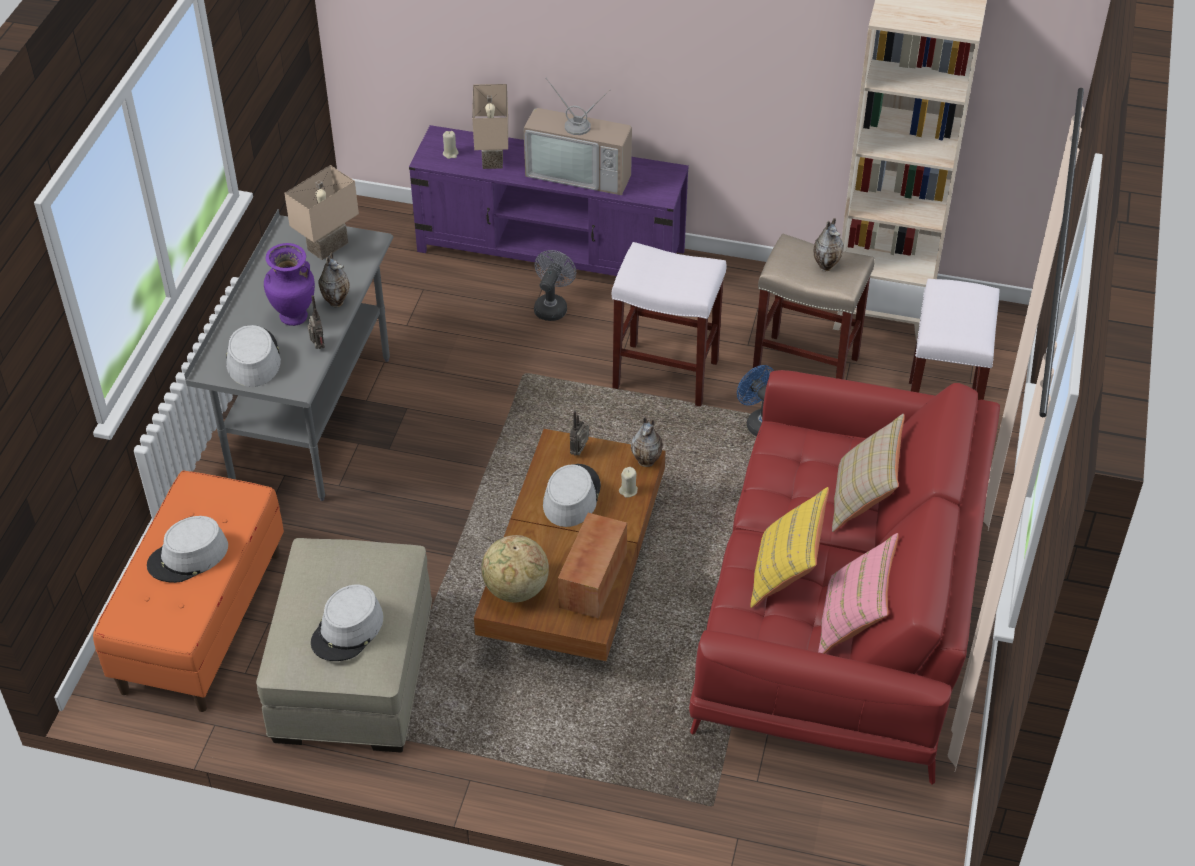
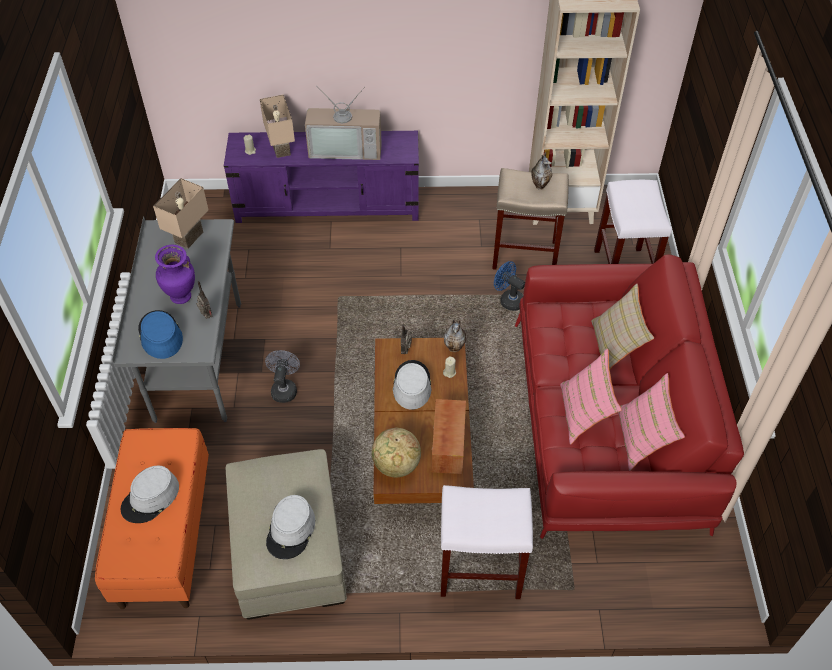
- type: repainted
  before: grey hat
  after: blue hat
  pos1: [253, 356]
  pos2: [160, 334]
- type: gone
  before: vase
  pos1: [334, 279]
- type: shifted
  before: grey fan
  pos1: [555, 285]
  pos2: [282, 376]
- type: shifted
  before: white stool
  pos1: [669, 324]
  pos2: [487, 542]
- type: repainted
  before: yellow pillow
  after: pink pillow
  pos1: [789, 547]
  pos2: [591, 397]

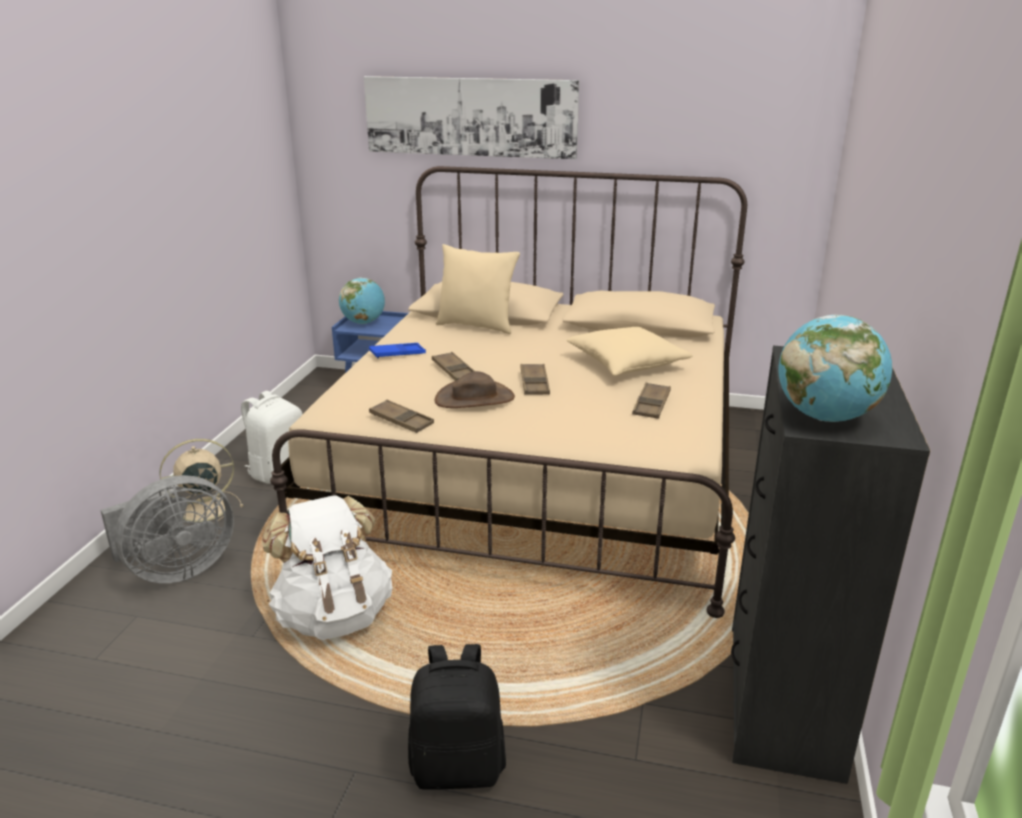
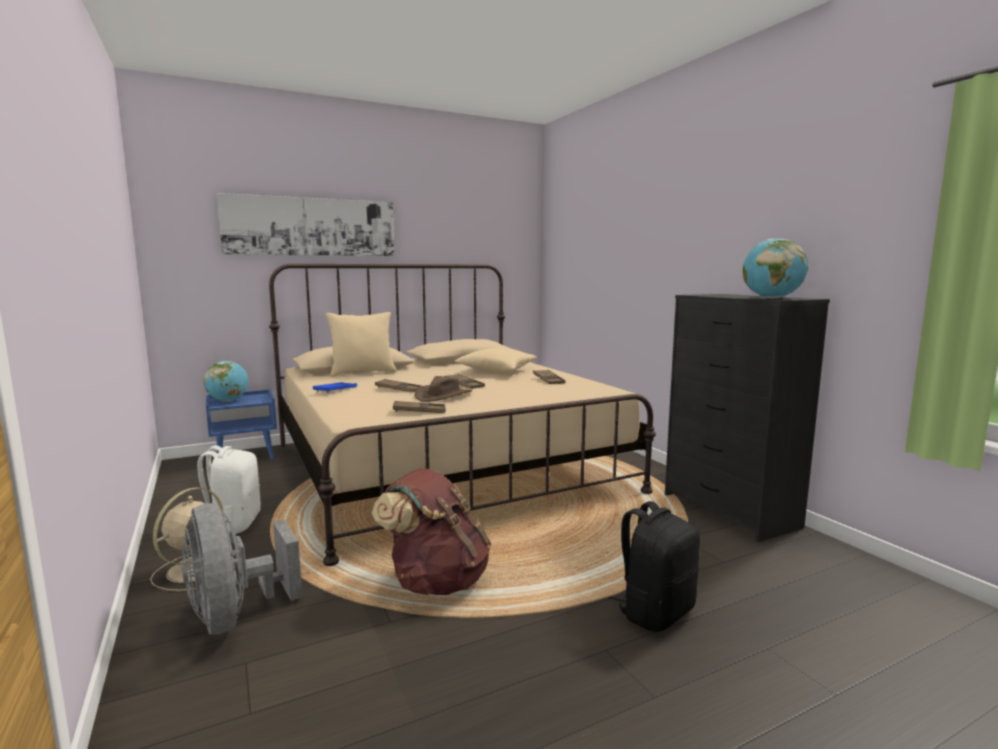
- type: rotated
  before: grey fan
  pos1: [167, 529]
  pos2: [241, 569]
  turn: 135
- type: repainted
  before: white backpack
  after: brown backpack
  pos1: [327, 567]
  pos2: [431, 531]

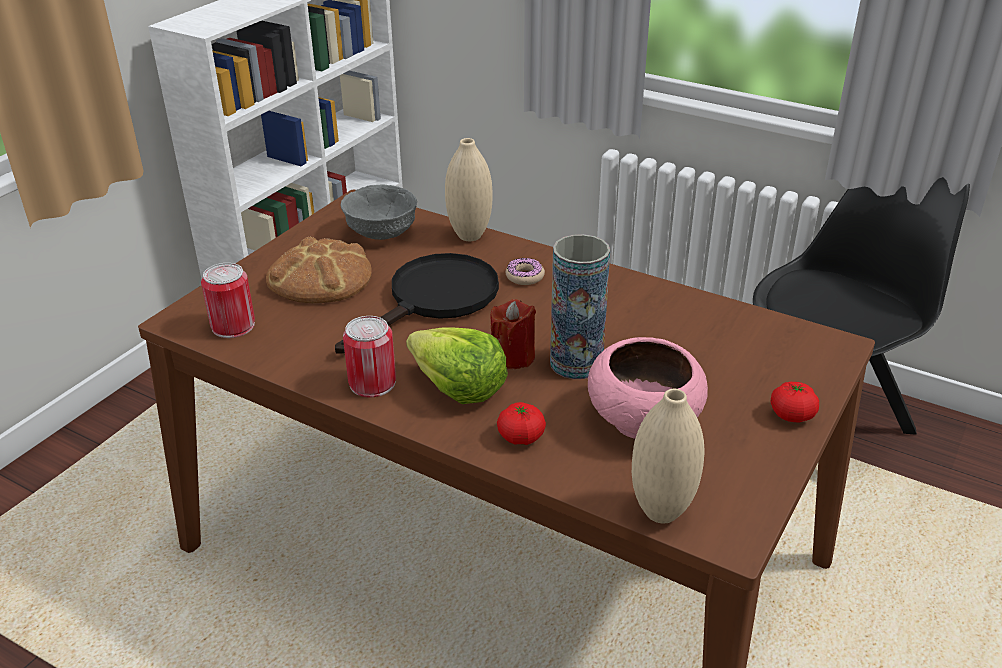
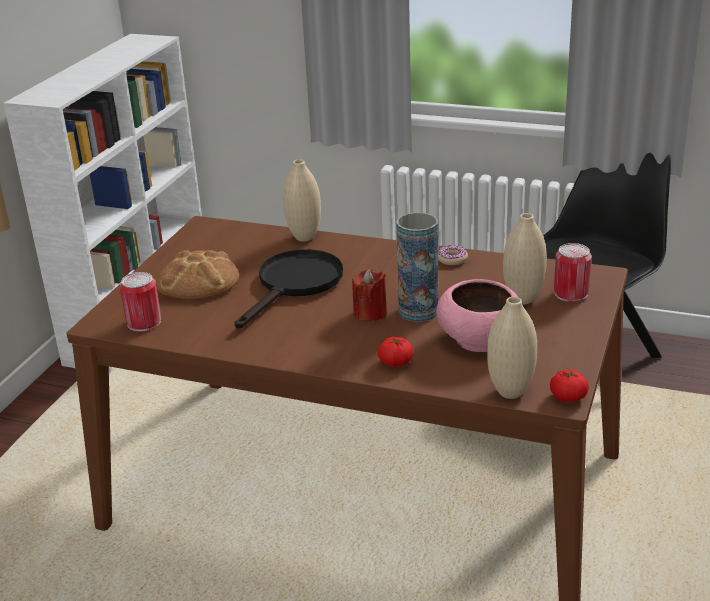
- type: gone
  before: grey bowl
  pos1: [378, 212]
- type: shifted
  before: can
  pos1: [369, 357]
  pos2: [573, 272]
- type: gone
  before: lettuce
  pos1: [457, 366]
- type: shifted
  before: donut
  pos1: [525, 271]
  pos2: [453, 255]
- type: shifted
  before: tomato
  pos1: [795, 402]
  pos2: [569, 386]
- type: new
  after: beige vase
  pos2: [525, 258]

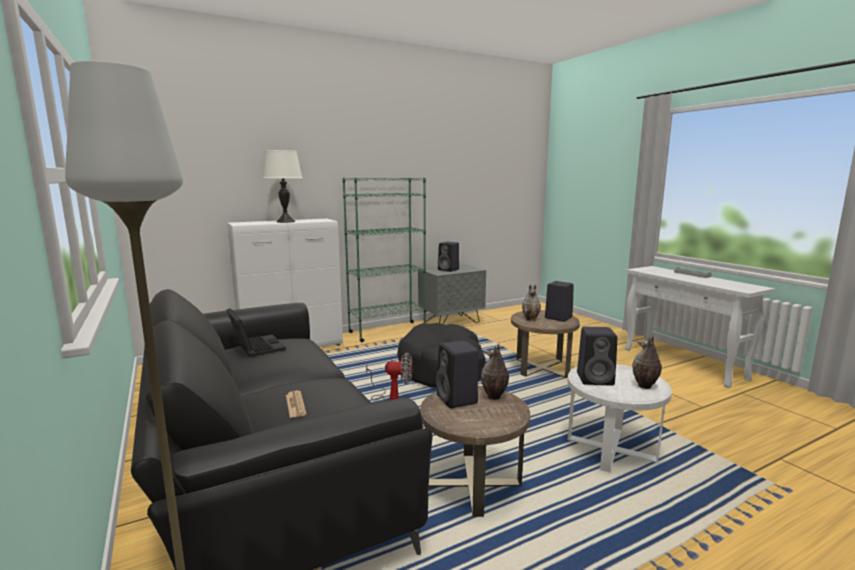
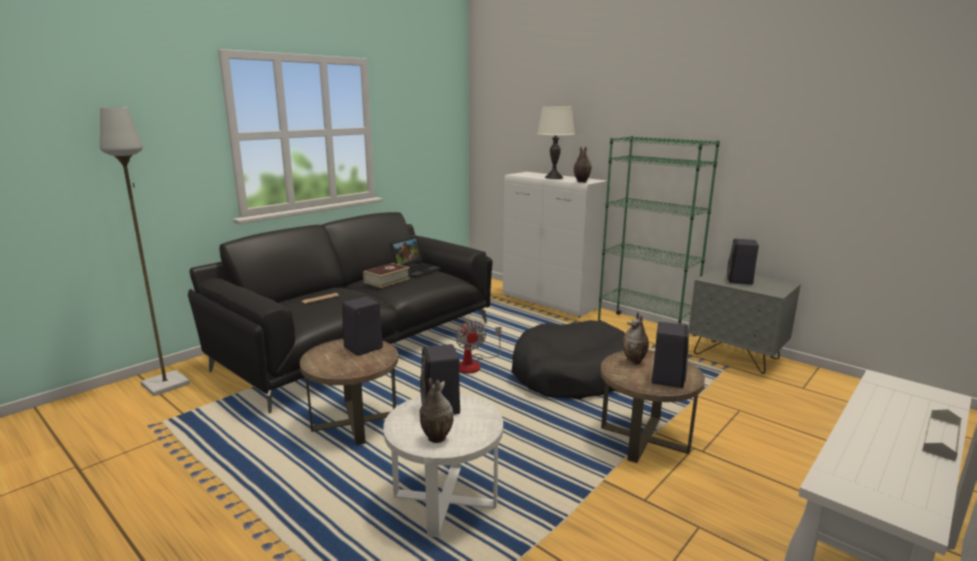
- type: shifted
  before: vase
  pos1: [495, 372]
  pos2: [583, 164]
- type: new
  after: book
  pos2: [386, 275]

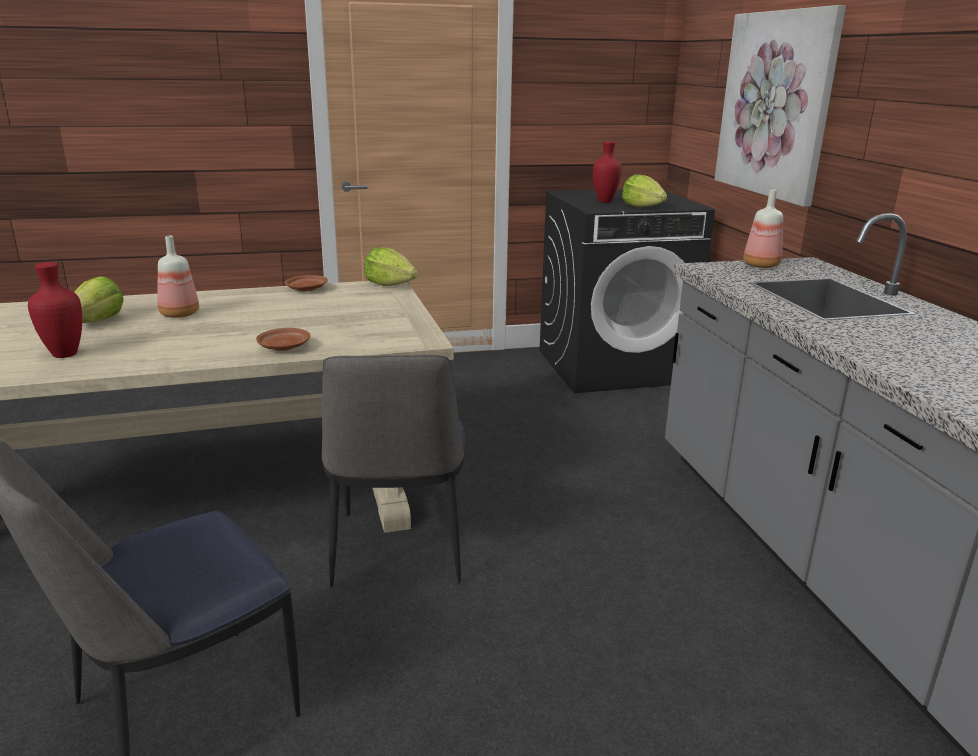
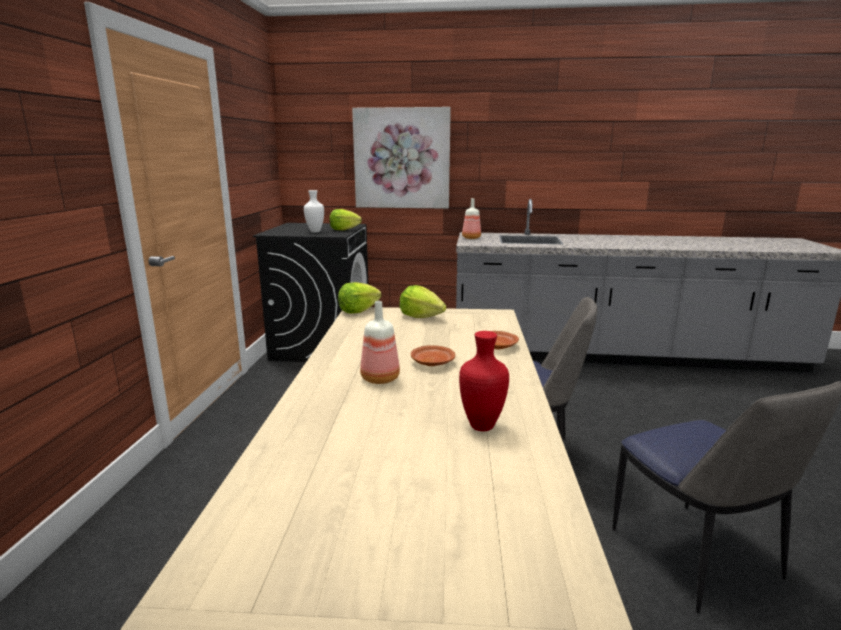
- type: shifted
  before: lettuce
  pos1: [99, 299]
  pos2: [422, 301]
- type: shifted
  before: brown plate
  pos1: [306, 283]
  pos2: [433, 355]
- type: repainted
  before: red vase
  after: white vase
  pos1: [607, 171]
  pos2: [314, 211]

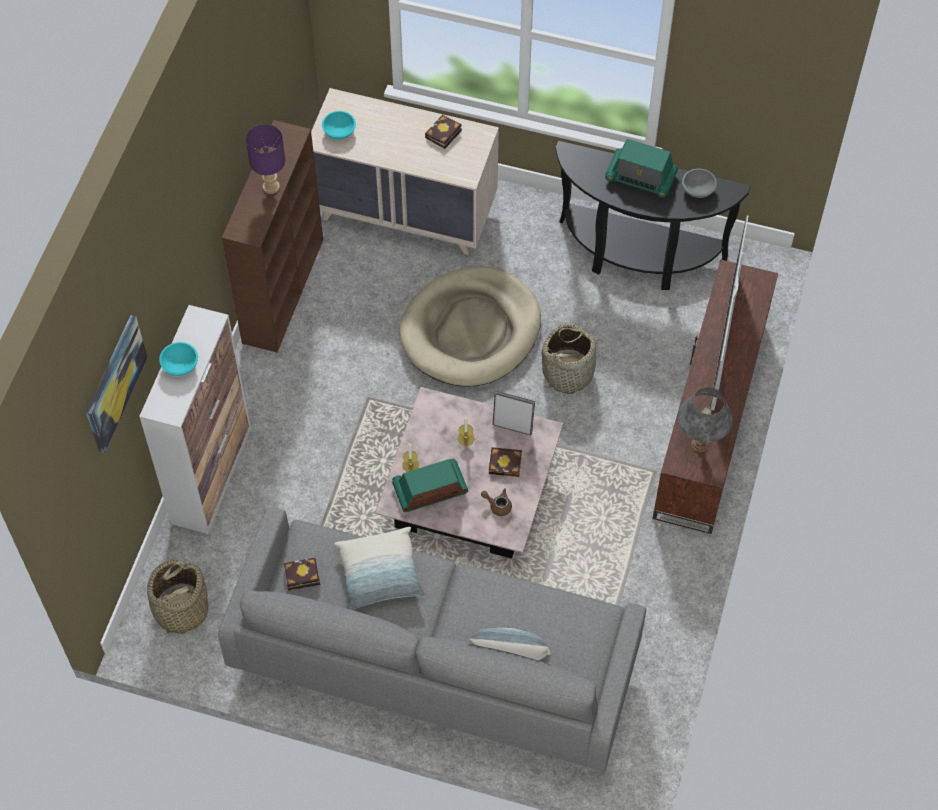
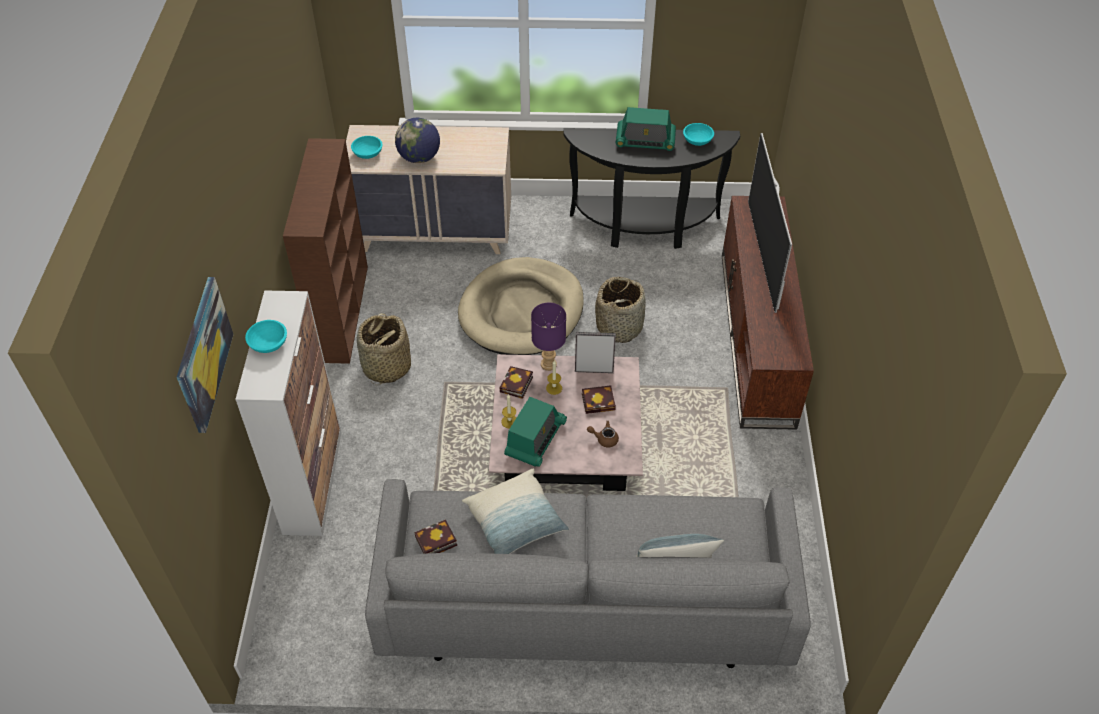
- type: shifted
  before: basket
  pos1: [177, 598]
  pos2: [384, 349]
- type: shifted
  before: purple table lamp
  pos1: [266, 159]
  pos2: [548, 337]
- type: rotated
  before: radio
  pos1: [430, 485]
  pos2: [535, 432]
  turn: 150
- type: shifted
  before: book
  pos1: [443, 132]
  pos2: [516, 382]
- type: gone
  before: grey table lamp
  pos1: [705, 420]
- type: repainted
  before: grey bowl
  after: turquoise bowl
  pos1: [699, 183]
  pos2: [698, 134]
- type: new
  after: globe
  pos2: [417, 140]

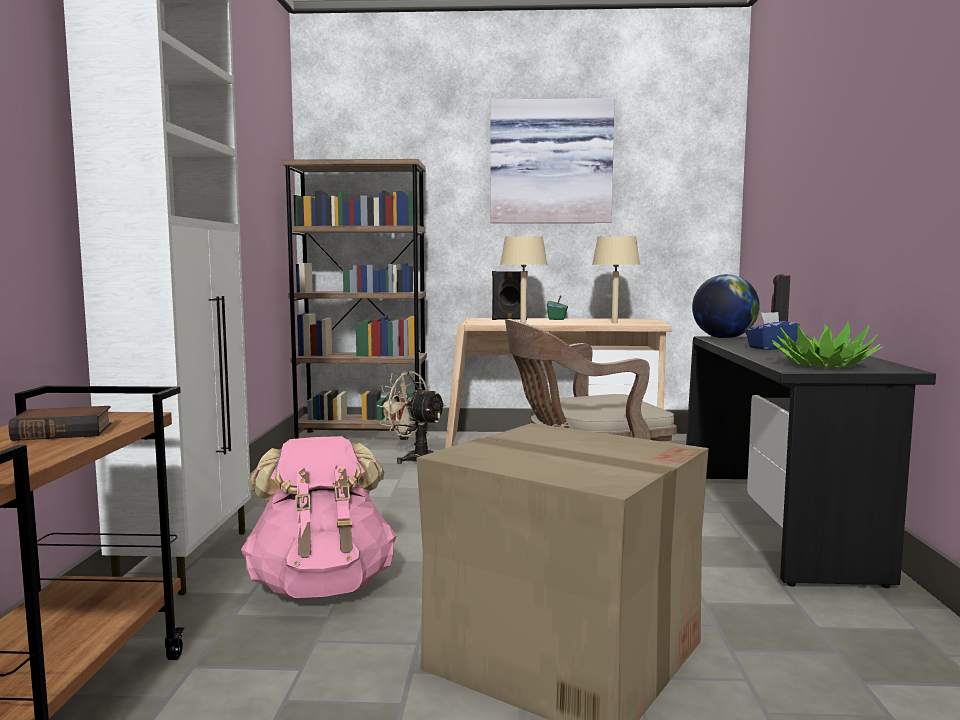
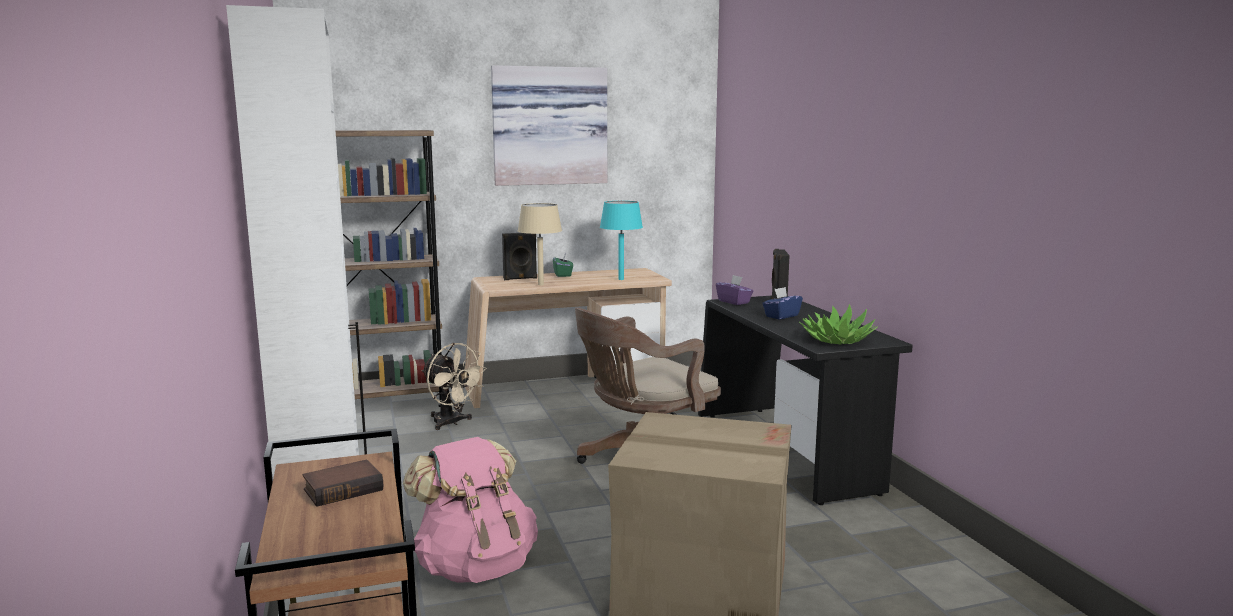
- type: rotated
  before: beige fan
  pos1: [411, 417]
  pos2: [454, 386]
  turn: -150
- type: repainted
  before: beige table lamp
  after: turquoise table lamp
  pos1: [616, 279]
  pos2: [621, 240]
- type: swapped
  before: globe
  after: purple tissue box
  pos1: [726, 306]
  pos2: [734, 290]

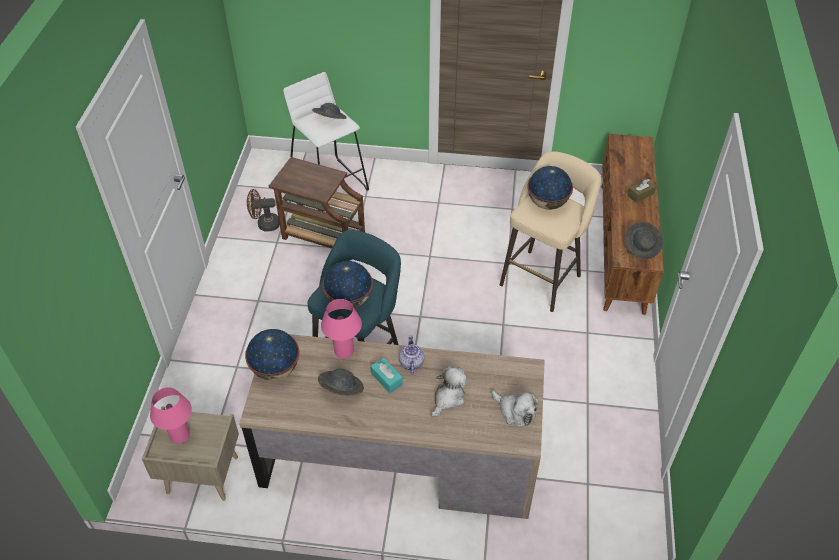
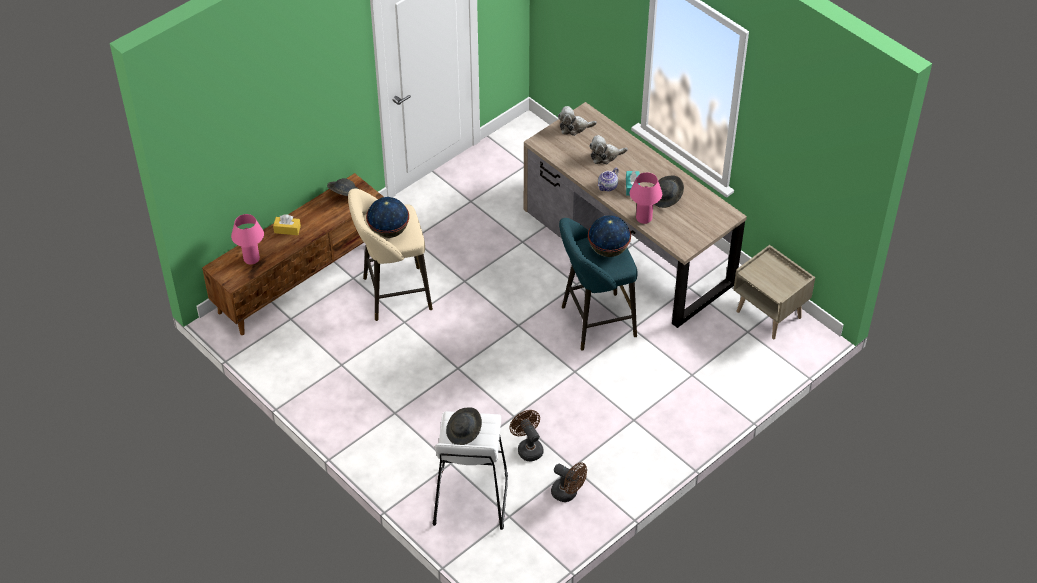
- type: shifted
  before: pink table lamp
  pos1: [171, 415]
  pos2: [247, 239]
- type: gone
  before: globe
  pos1: [272, 355]
- type: swapped
  before: brown side table
  after: brown fan
  pos1: [317, 202]
  pos2: [526, 435]
- type: rotated
  before: plush toy
  pos1: [515, 408]
  pos2: [577, 121]
  turn: -90
- type: repainted
  before: brown tissue box
  after: yellow tissue box
  pos1: [641, 191]
  pos2: [287, 224]

